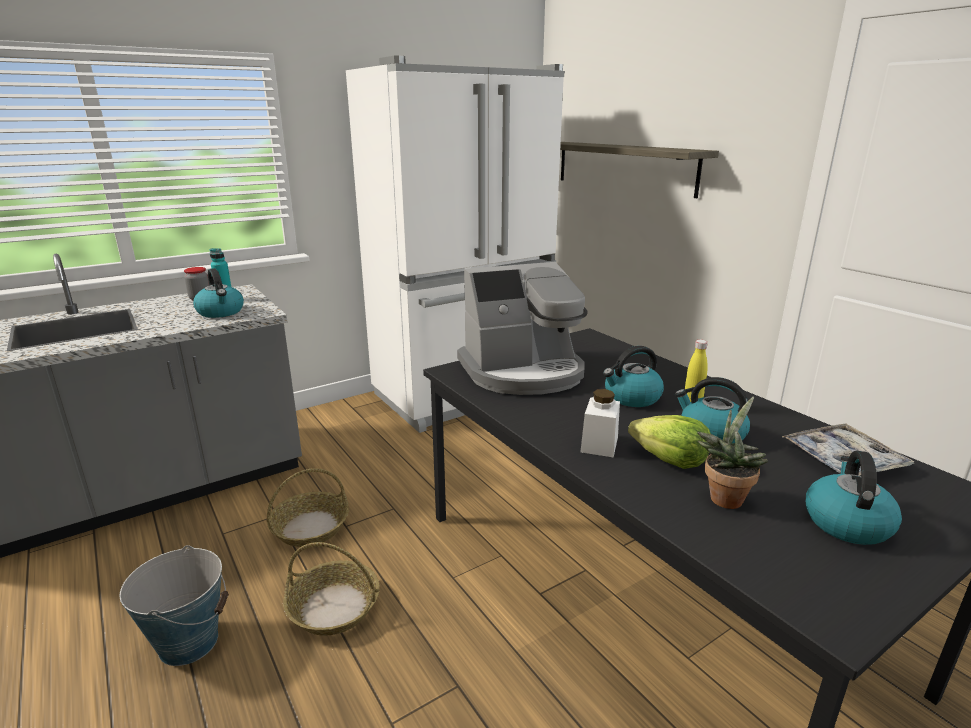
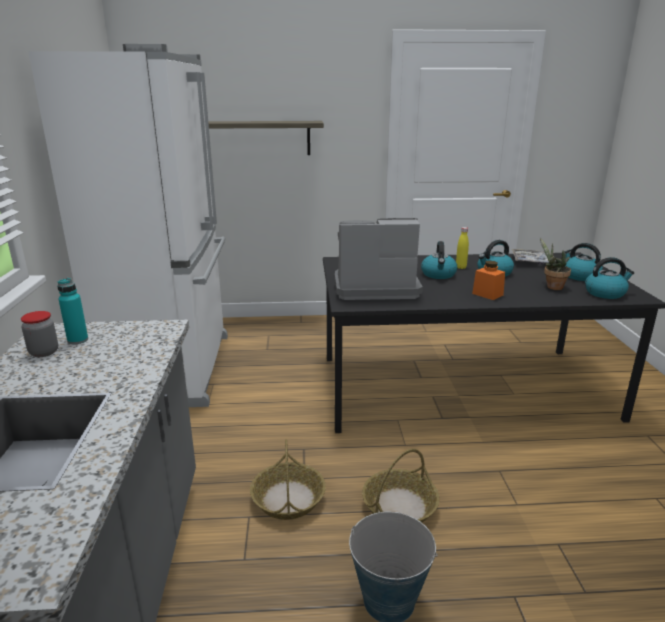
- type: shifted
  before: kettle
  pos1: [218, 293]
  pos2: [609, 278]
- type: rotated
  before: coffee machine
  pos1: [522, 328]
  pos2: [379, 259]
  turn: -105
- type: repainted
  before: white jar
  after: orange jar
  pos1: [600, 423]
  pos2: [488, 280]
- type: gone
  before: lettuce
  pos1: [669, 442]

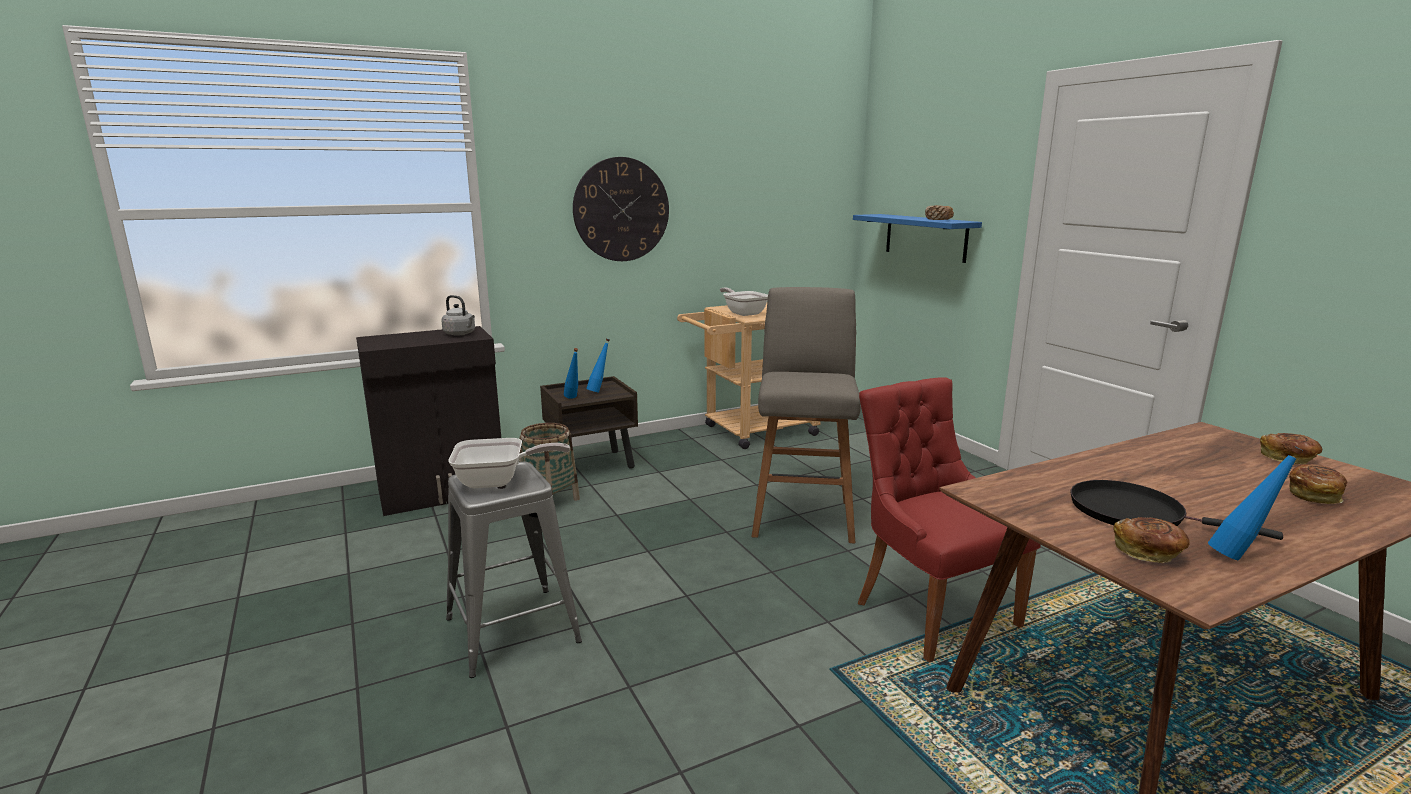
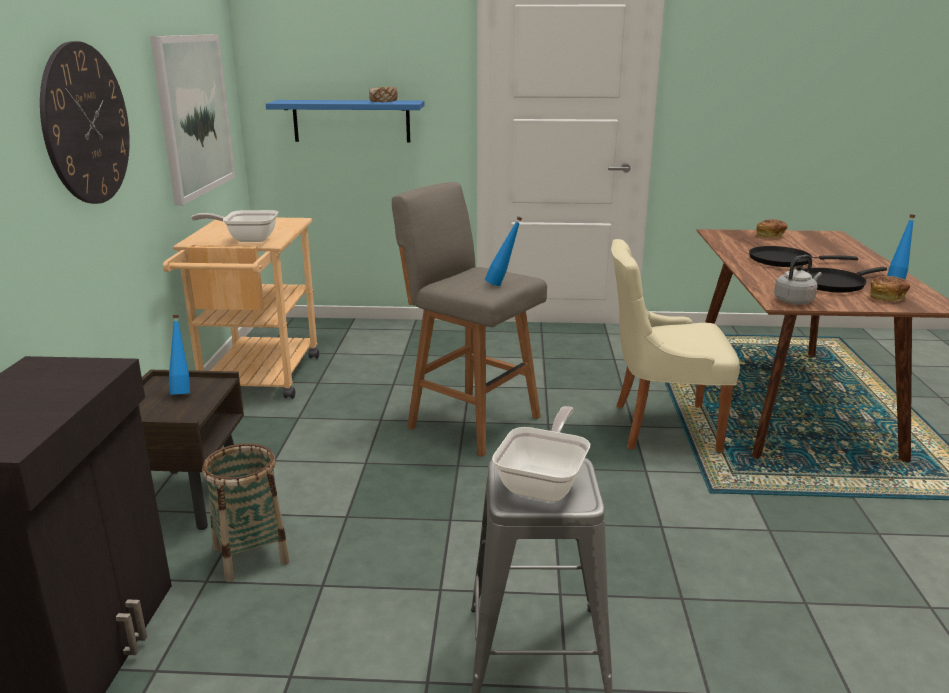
- type: shifted
  before: grey kettle
  pos1: [458, 315]
  pos2: [798, 280]
- type: shifted
  before: blue bottle
  pos1: [571, 373]
  pos2: [503, 251]
- type: repainted
  before: red chair
  after: beige chair
  pos1: [949, 519]
  pos2: [675, 345]
- type: gone
  before: bread
  pos1: [1318, 484]
- type: new
  after: picture
  pos2: [192, 120]
- type: new
  after: black frying pan
  pos2: [803, 256]

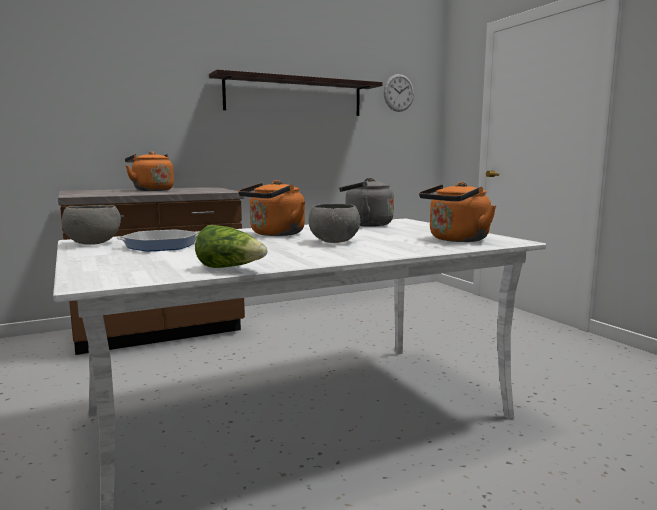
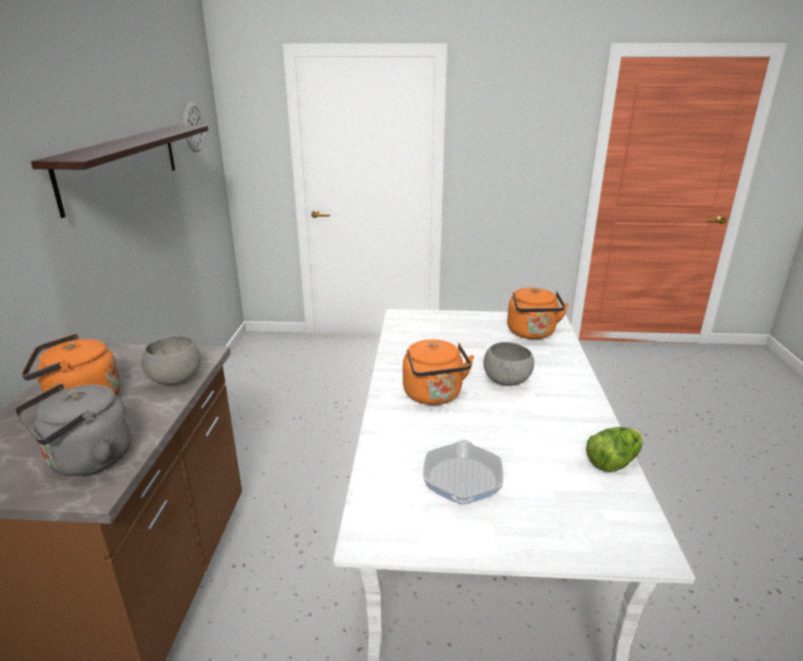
- type: shifted
  before: grey bowl
  pos1: [91, 225]
  pos2: [171, 360]
- type: shifted
  before: grey kettle
  pos1: [366, 202]
  pos2: [73, 429]

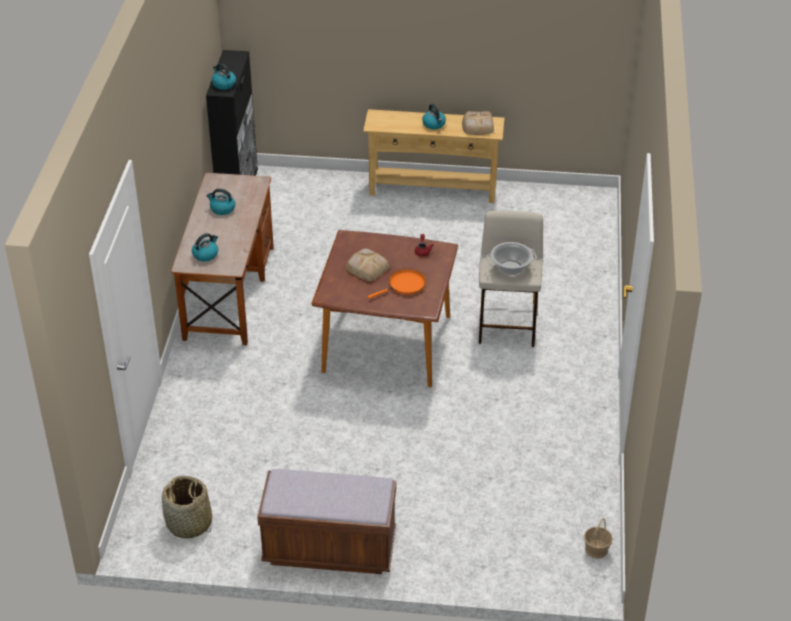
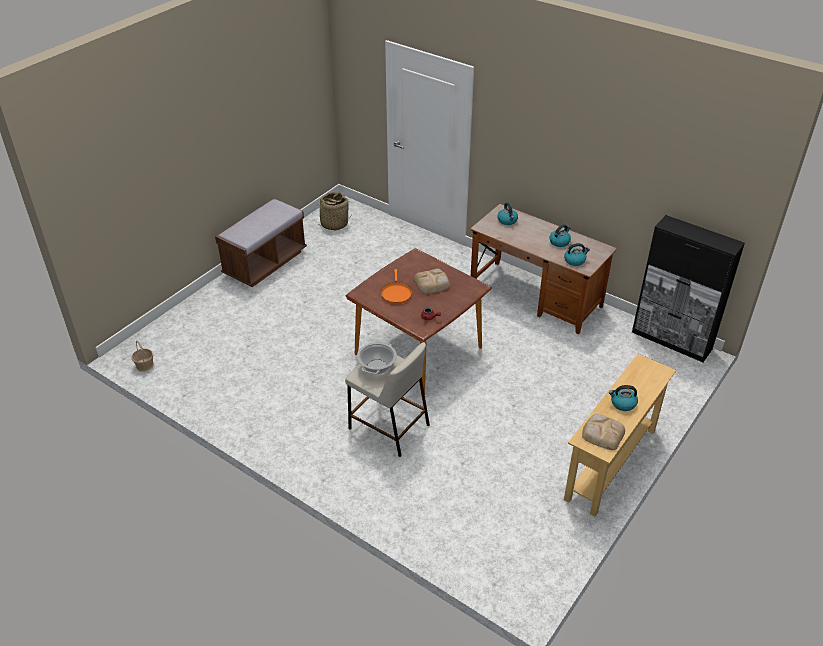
- type: shifted
  before: kettle
  pos1: [224, 76]
  pos2: [577, 254]

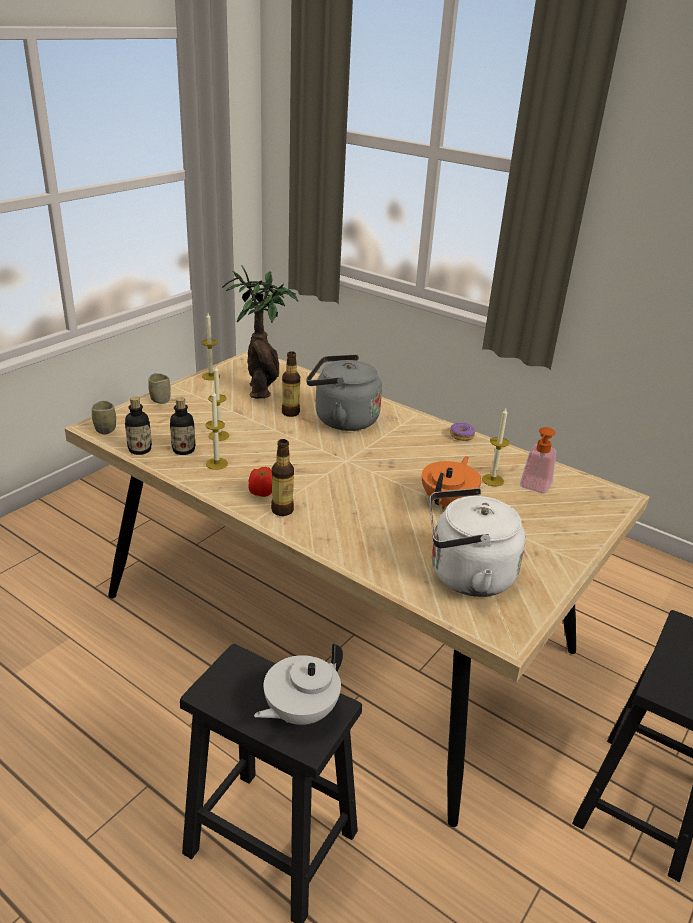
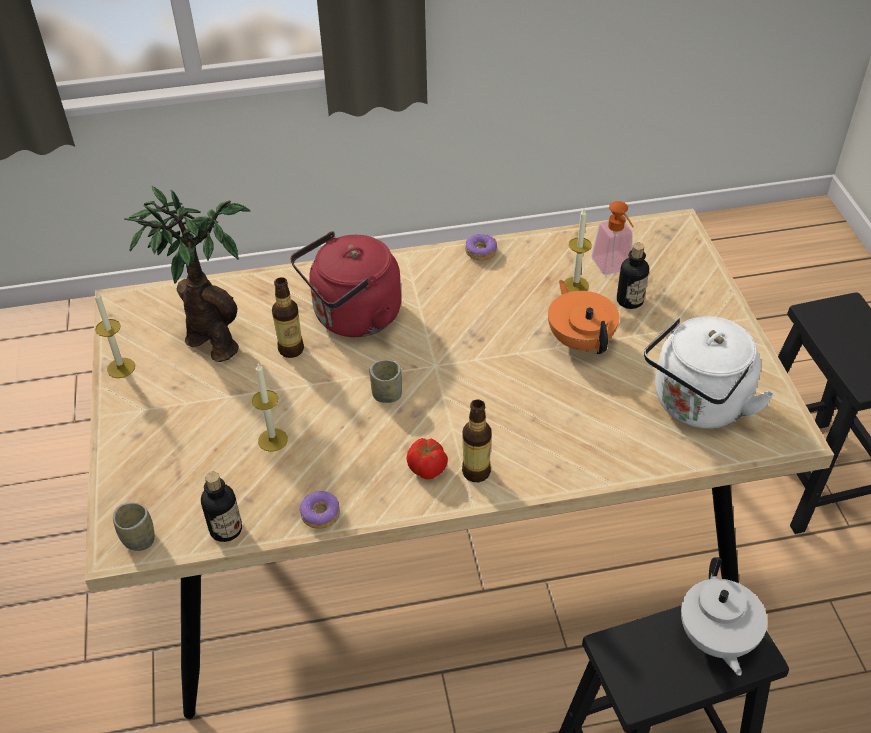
- type: shifted
  before: cup
  pos1: [159, 388]
  pos2: [386, 381]
- type: shifted
  before: bottle
  pos1: [183, 426]
  pos2: [633, 275]
- type: gone
  before: candle
  pos1: [216, 430]
- type: repainted
  before: grey kettle
  after: red kettle
  pos1: [344, 392]
  pos2: [345, 284]
- type: new
  after: donut
  pos2: [320, 510]

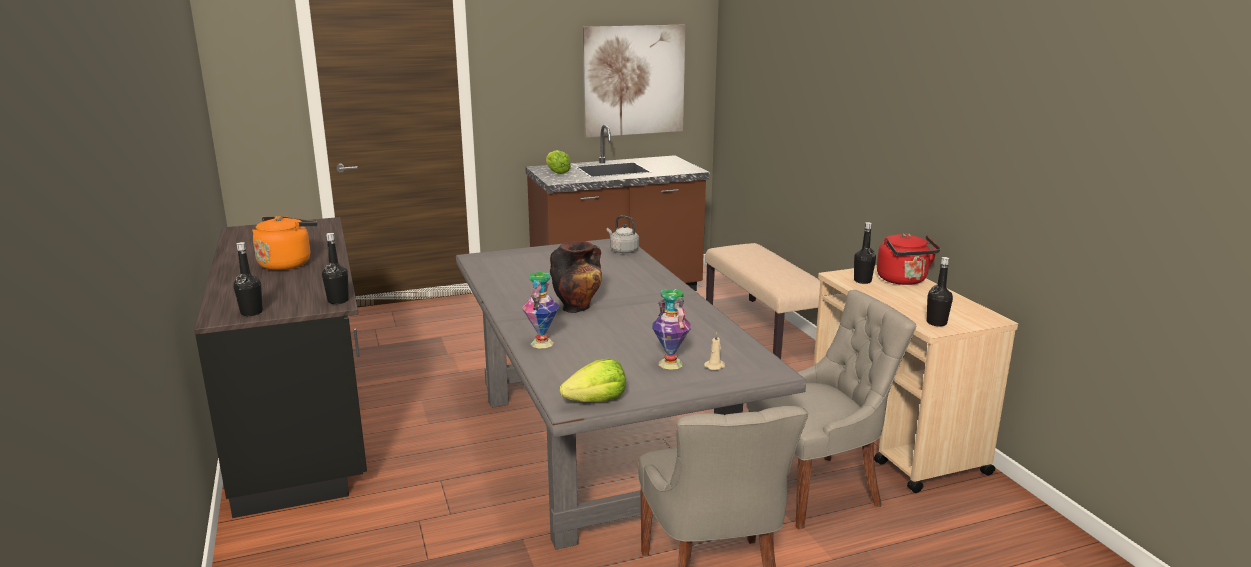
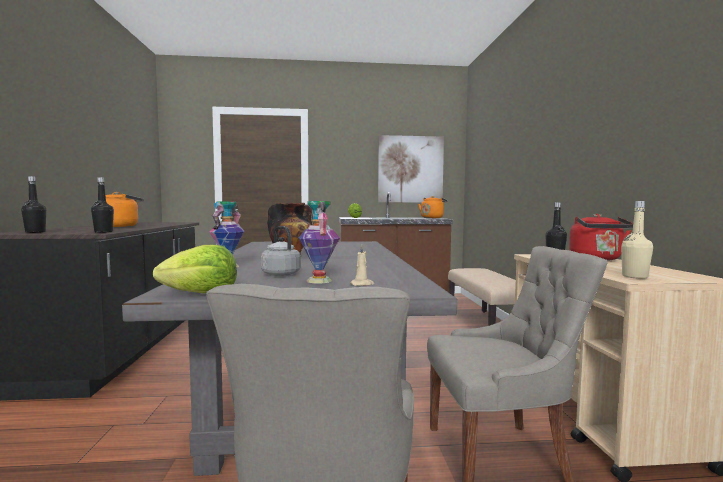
- type: shifted
  before: grey kettle
  pos1: [623, 234]
  pos2: [281, 251]
- type: repainted
  before: black bottle
  after: beige bottle
  pos1: [940, 291]
  pos2: [637, 240]
- type: new
  after: orange kettle
  pos2: [433, 207]

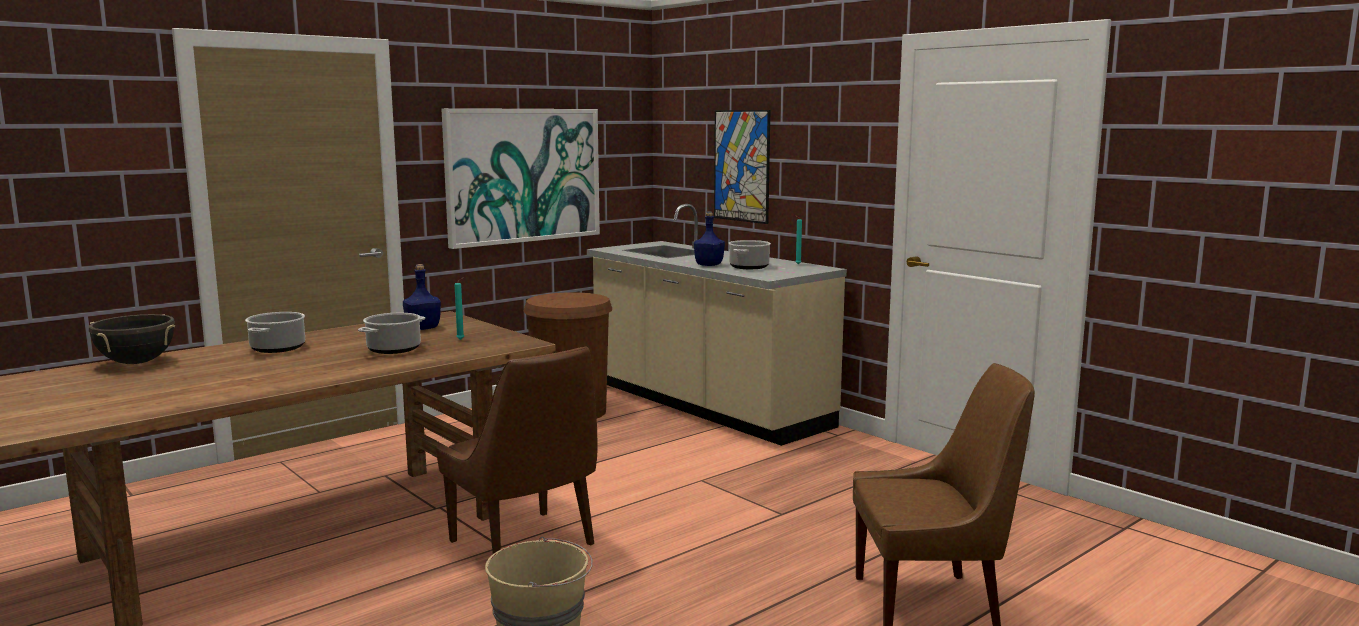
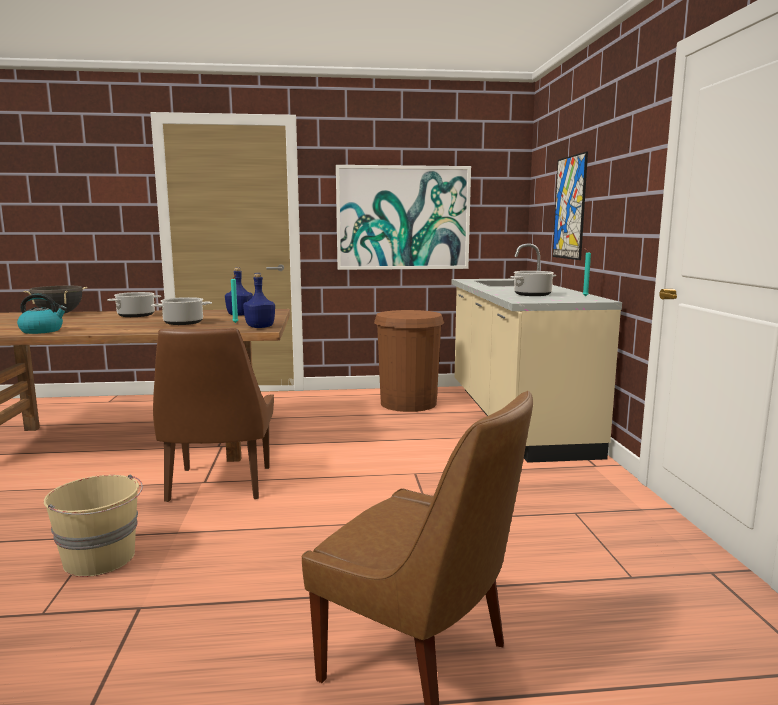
- type: shifted
  before: blue bottle
  pos1: [709, 239]
  pos2: [259, 300]
- type: new
  after: kettle
  pos2: [42, 314]

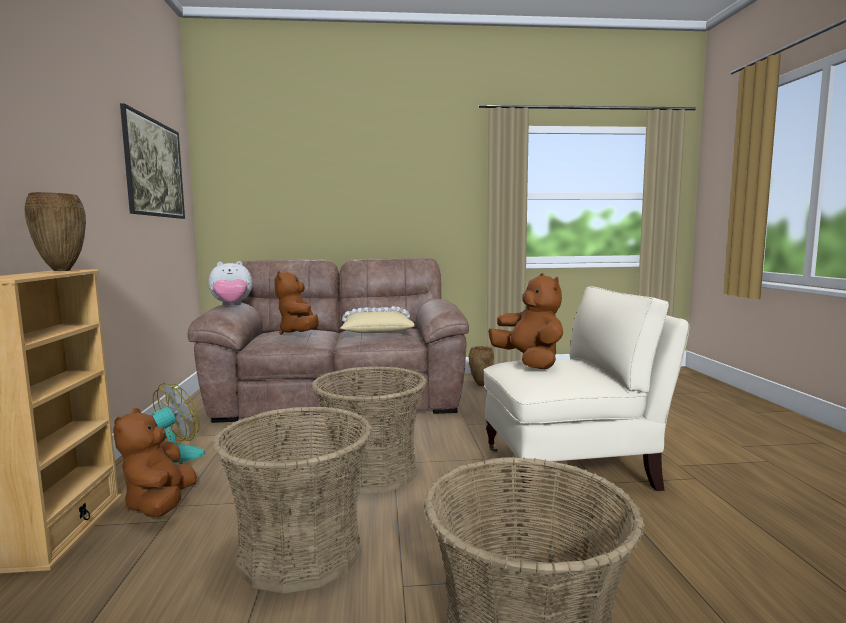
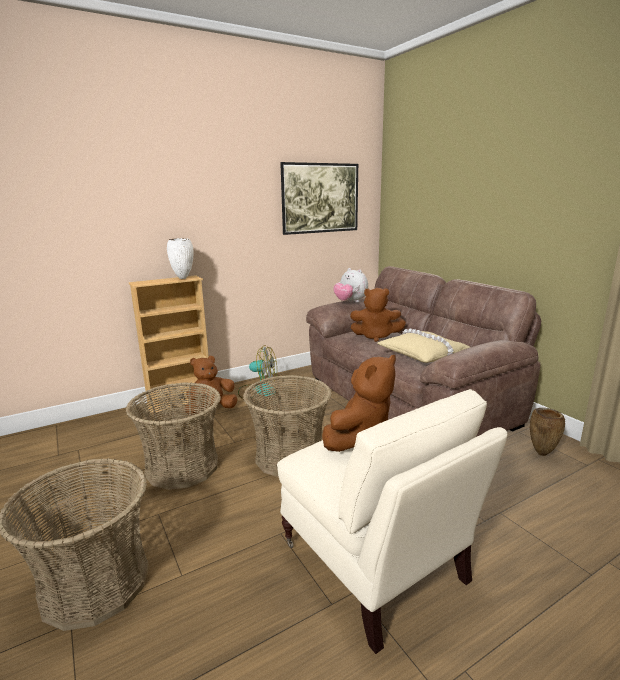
- type: repainted
  before: brown vase
  after: white vase
  pos1: [55, 231]
  pos2: [180, 258]
- type: rotated
  before: brown plush toy
  pos1: [297, 303]
  pos2: [378, 315]
  turn: -135

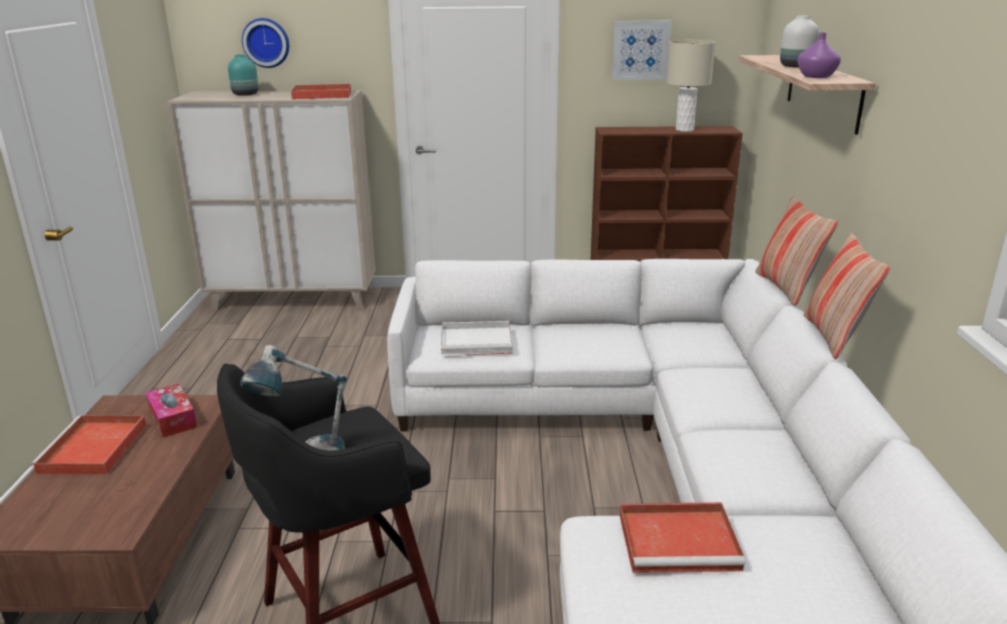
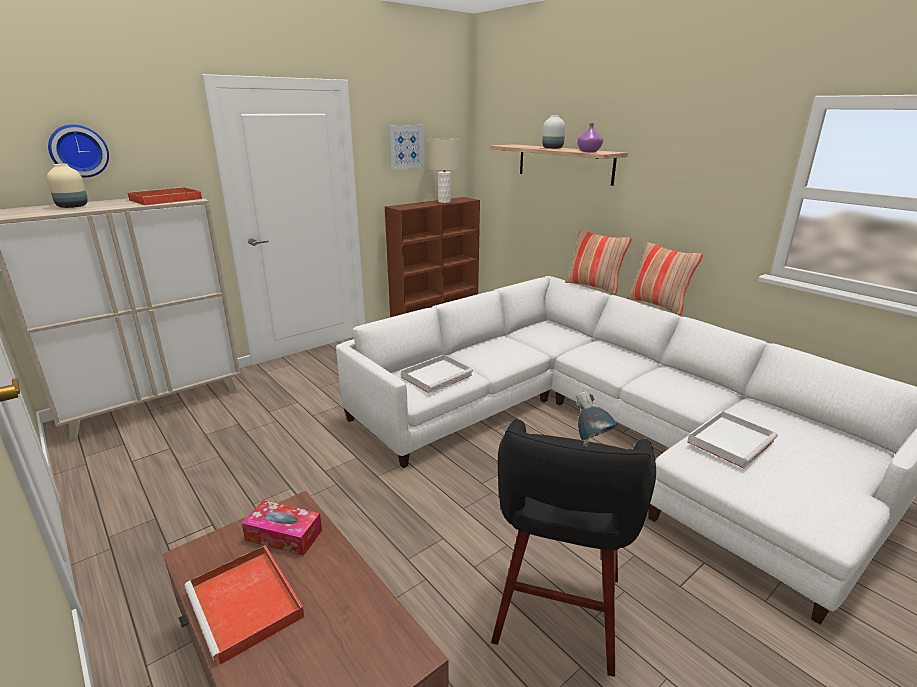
- type: repainted
  before: turquoise vase
  after: beige vase
  pos1: [243, 75]
  pos2: [67, 186]
- type: repainted
  before: red tray
  after: white tray
  pos1: [682, 537]
  pos2: [732, 439]

